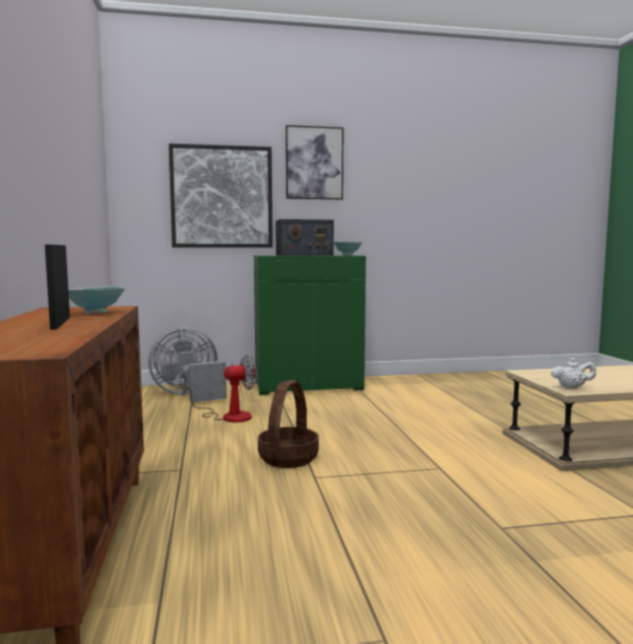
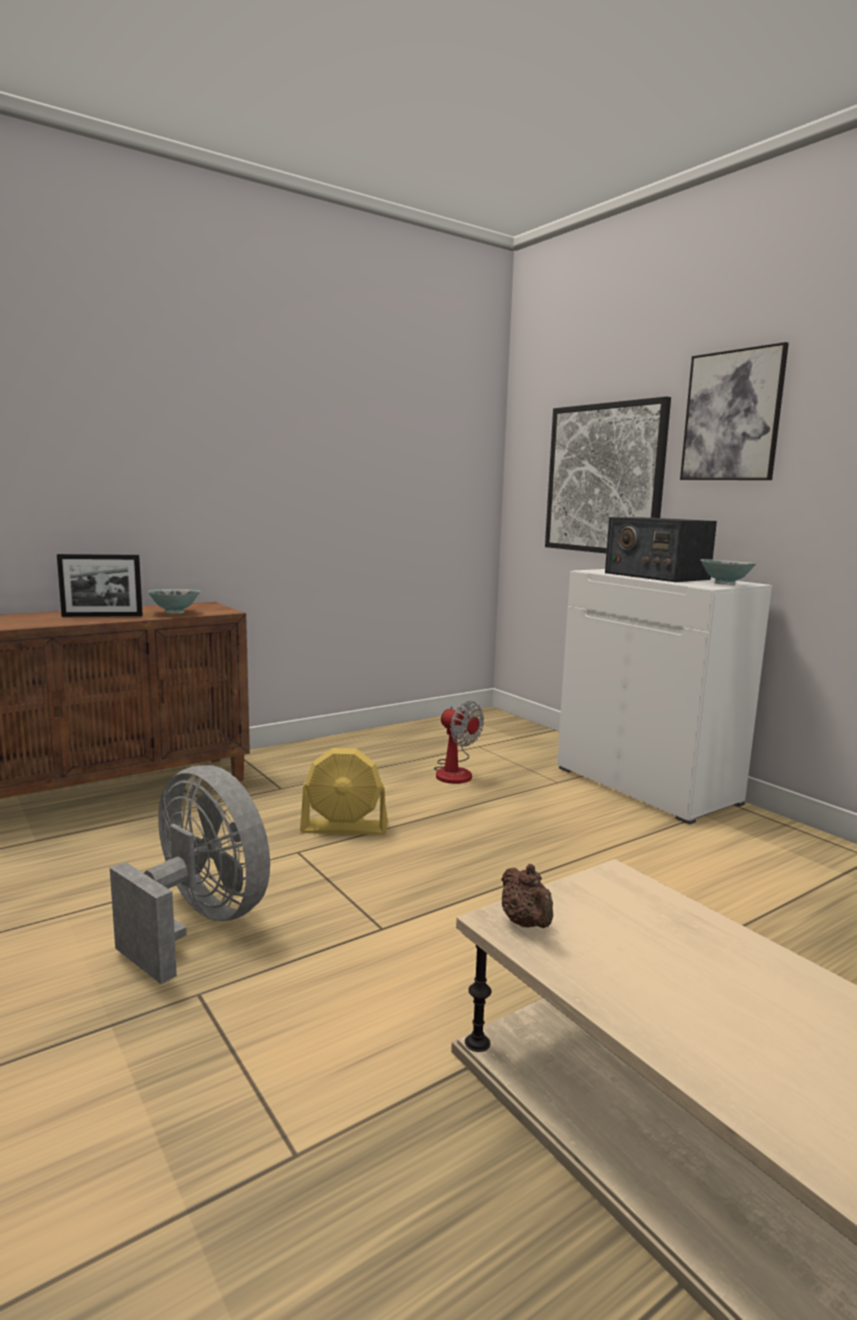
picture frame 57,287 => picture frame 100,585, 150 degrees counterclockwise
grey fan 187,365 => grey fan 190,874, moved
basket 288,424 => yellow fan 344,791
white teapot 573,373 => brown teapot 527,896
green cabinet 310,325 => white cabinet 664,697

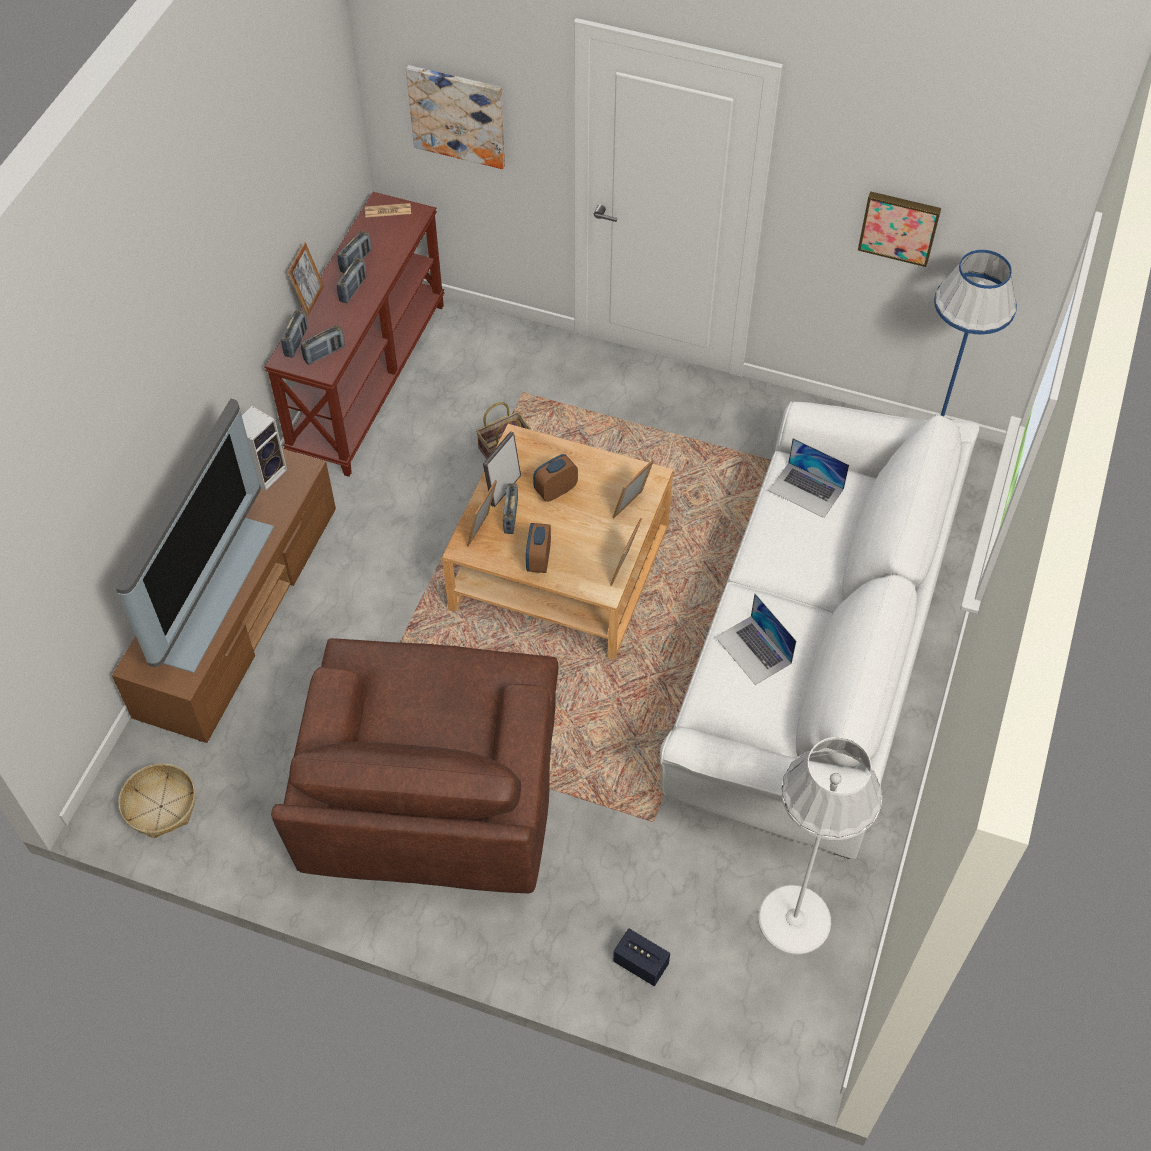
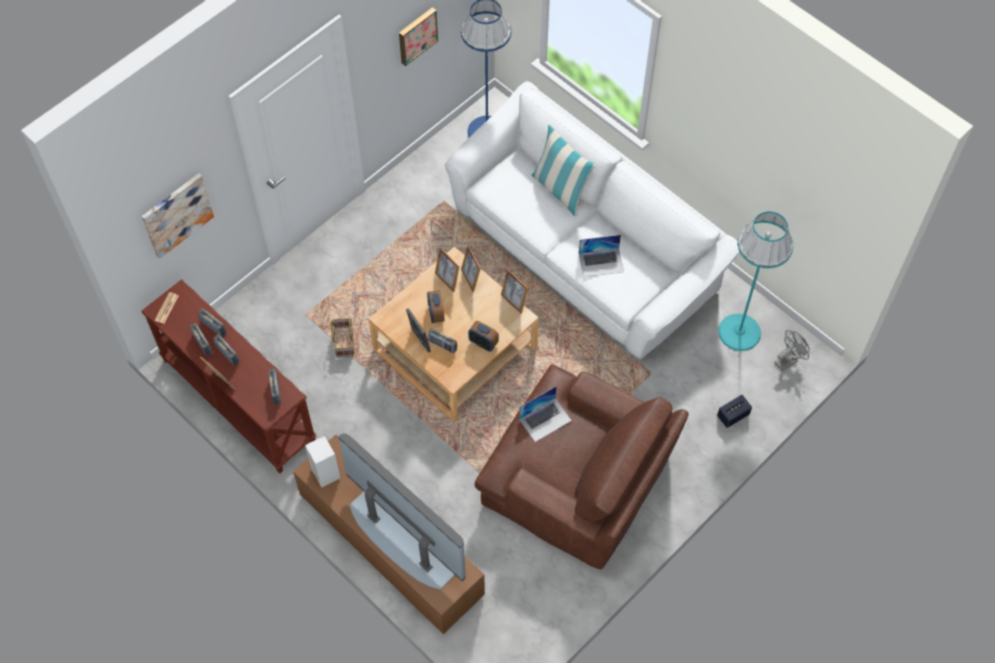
radio 294,334 => radio 212,322, moved
picture frame 482,513 => picture frame 447,269, moved
laptop 808,478 => laptop 545,414, moved
nothing => pillow 564,171
white floor lamp 820,845 => turquoise floor lamp 755,281
nothing => grey fan 792,350
basket 156,801 => nothing

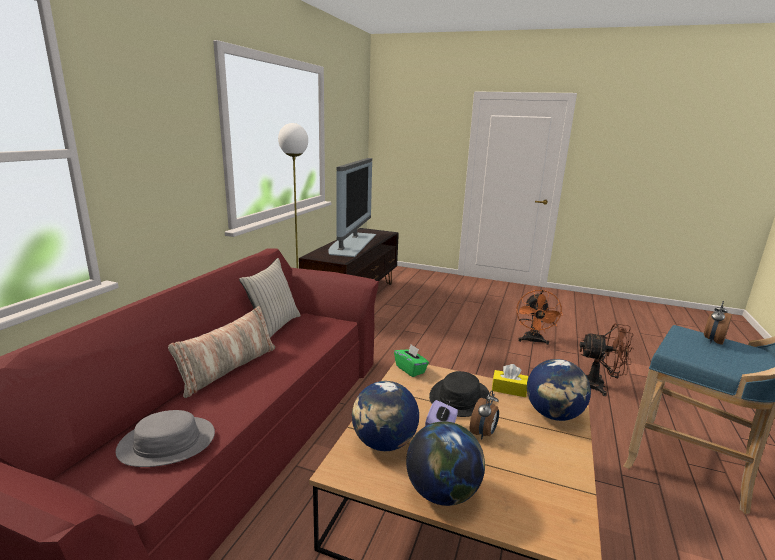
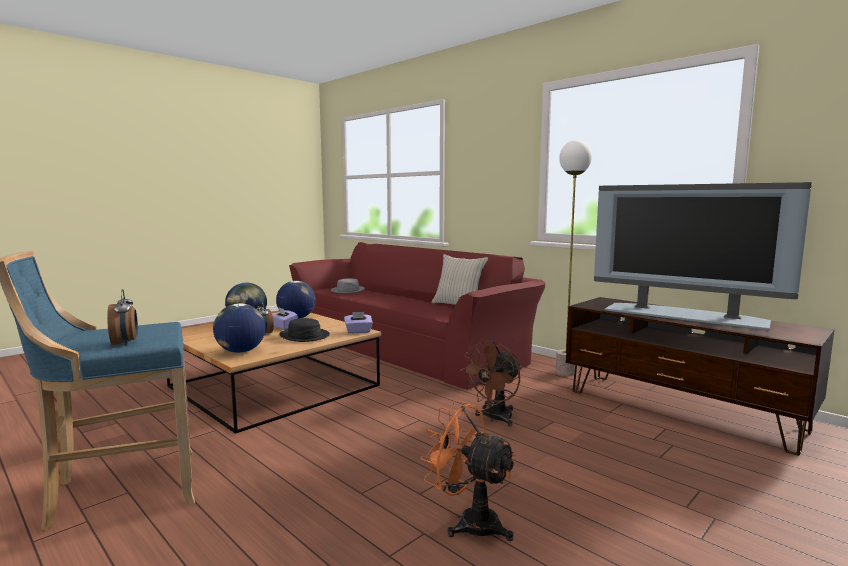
green tissue box 411,360 => purple tissue box 358,323
brown fan 606,359 => brown fan 491,384, moved
pillow 221,352 => nothing
yellow tissue box 510,380 => nothing

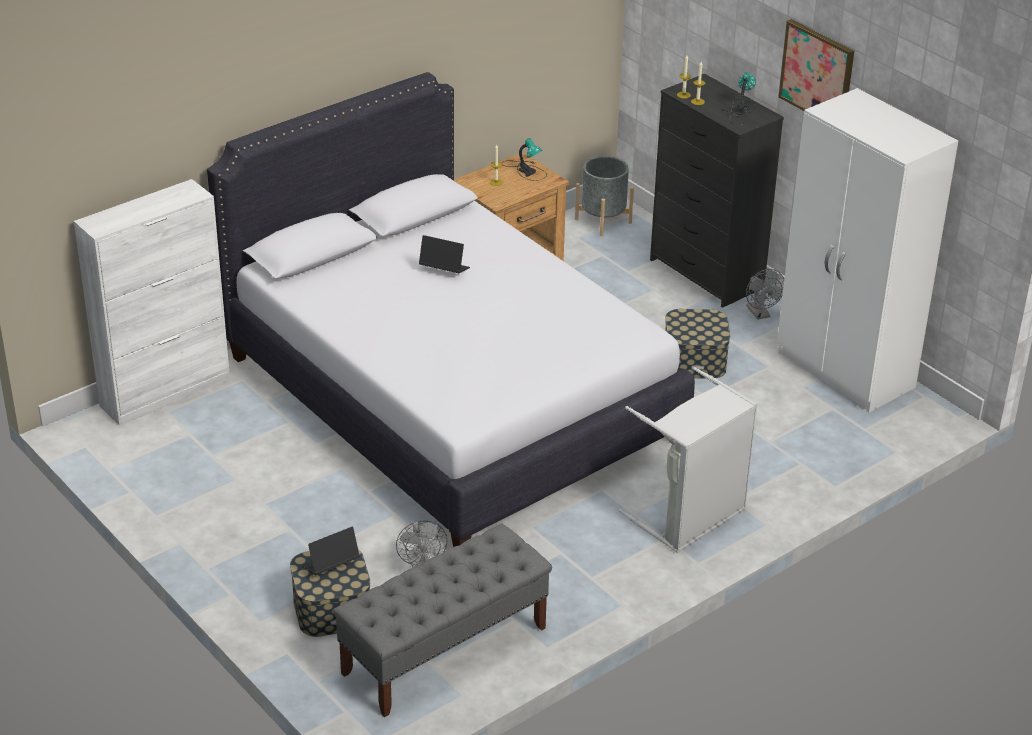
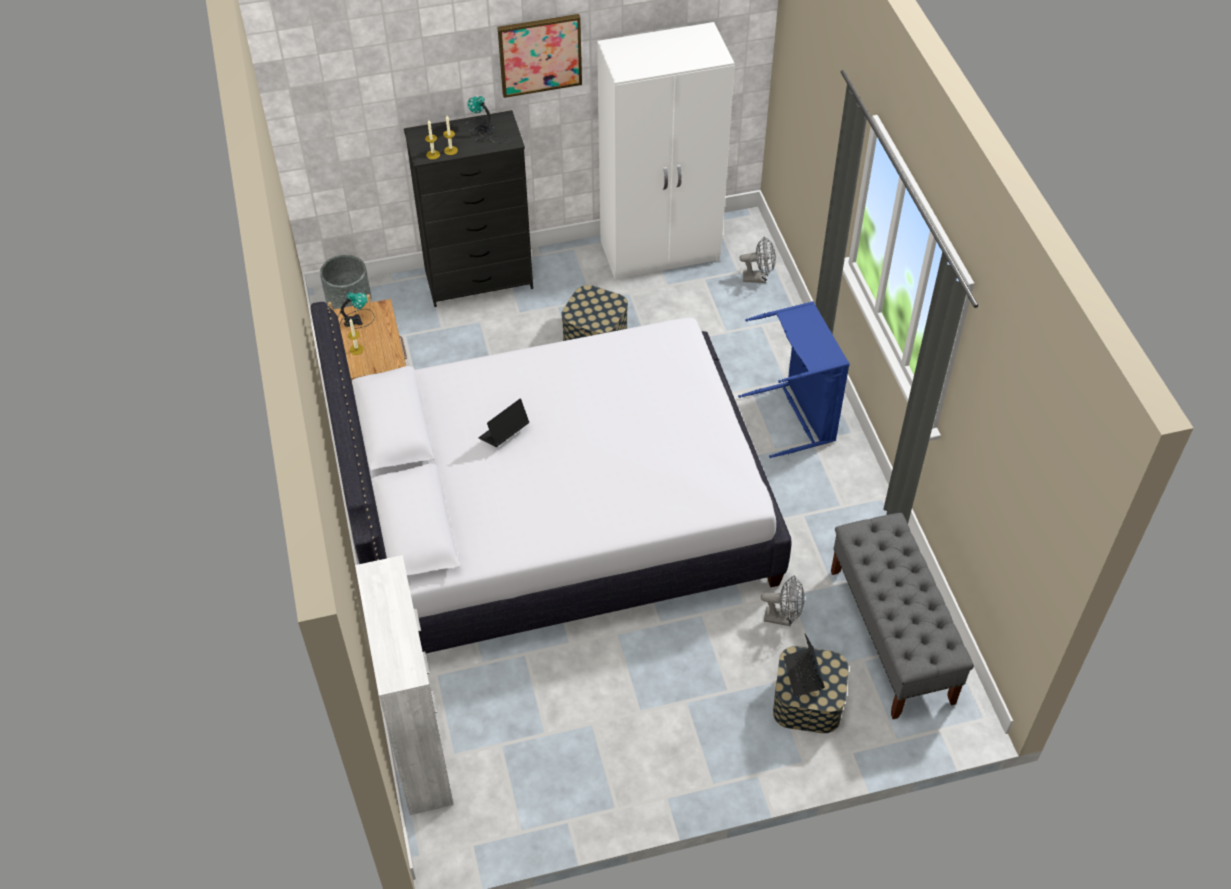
grey laundry basket 688,460 => blue laundry basket 794,379
grey fan 765,294 => grey fan 757,259, moved

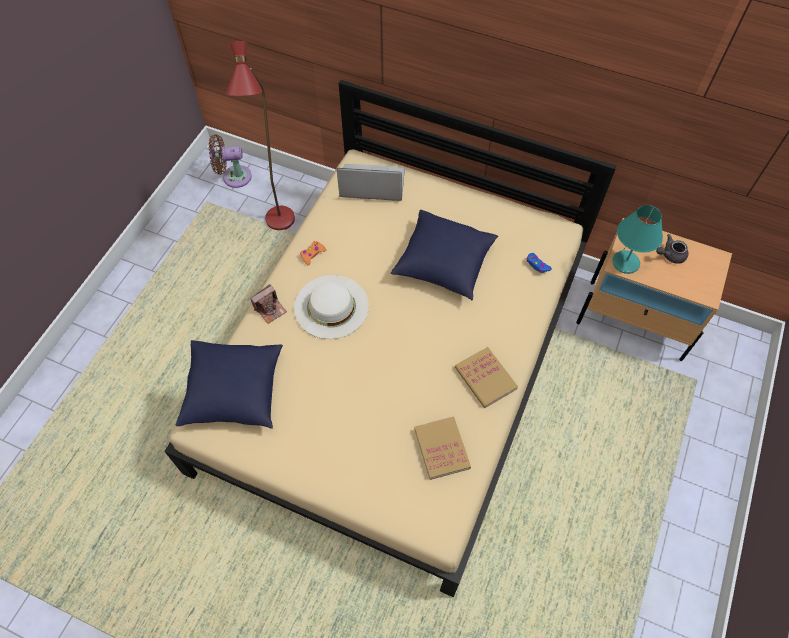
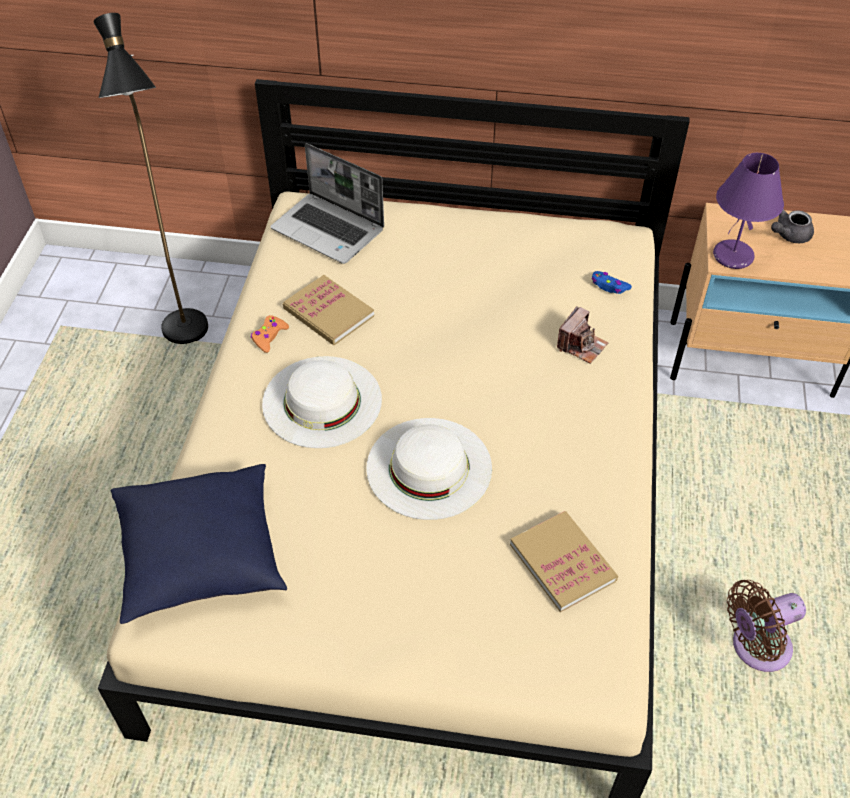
red floor lamp 260,135 => black floor lamp 151,178
laptop 371,182 => laptop 327,203, 135 degrees counterclockwise
book 486,377 => book 328,310, moved
nothing => white hat 429,469
photo camera 268,304 => photo camera 582,335, moved
turquoise table lamp 637,239 => purple table lamp 748,211
brown fan 230,161 => brown fan 766,626, moved
blue pillow 444,255 => nothing

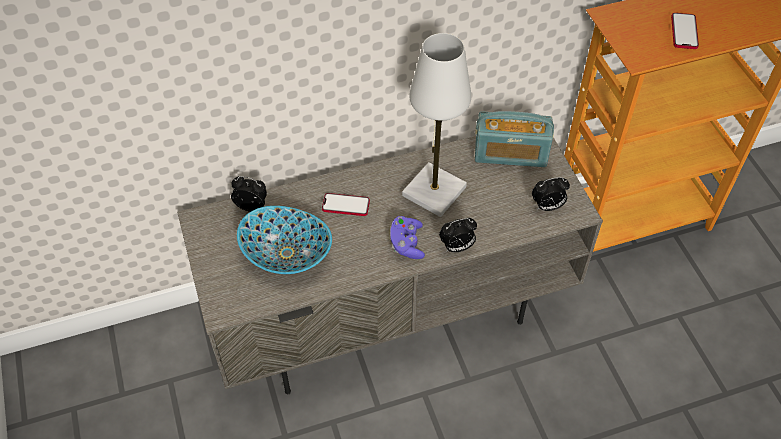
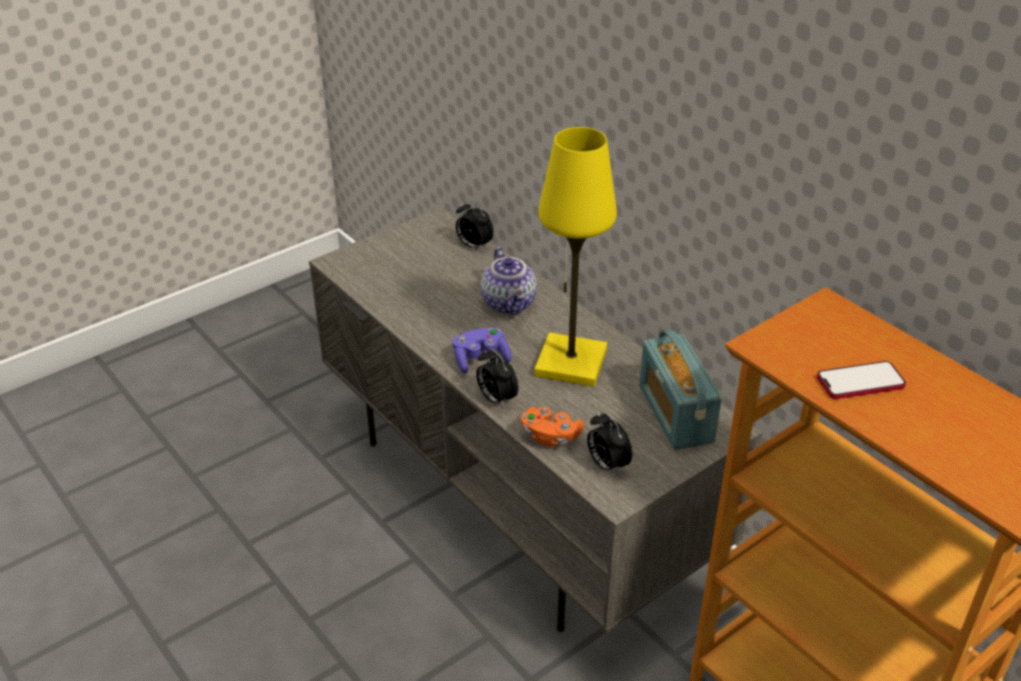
alarm clock 249,194 => alarm clock 474,225, 135 degrees clockwise
phone 346,204 => teapot 509,281
nothing => orange game controller 552,427
white table lamp 436,125 => yellow table lamp 575,257
bowl 284,240 => nothing

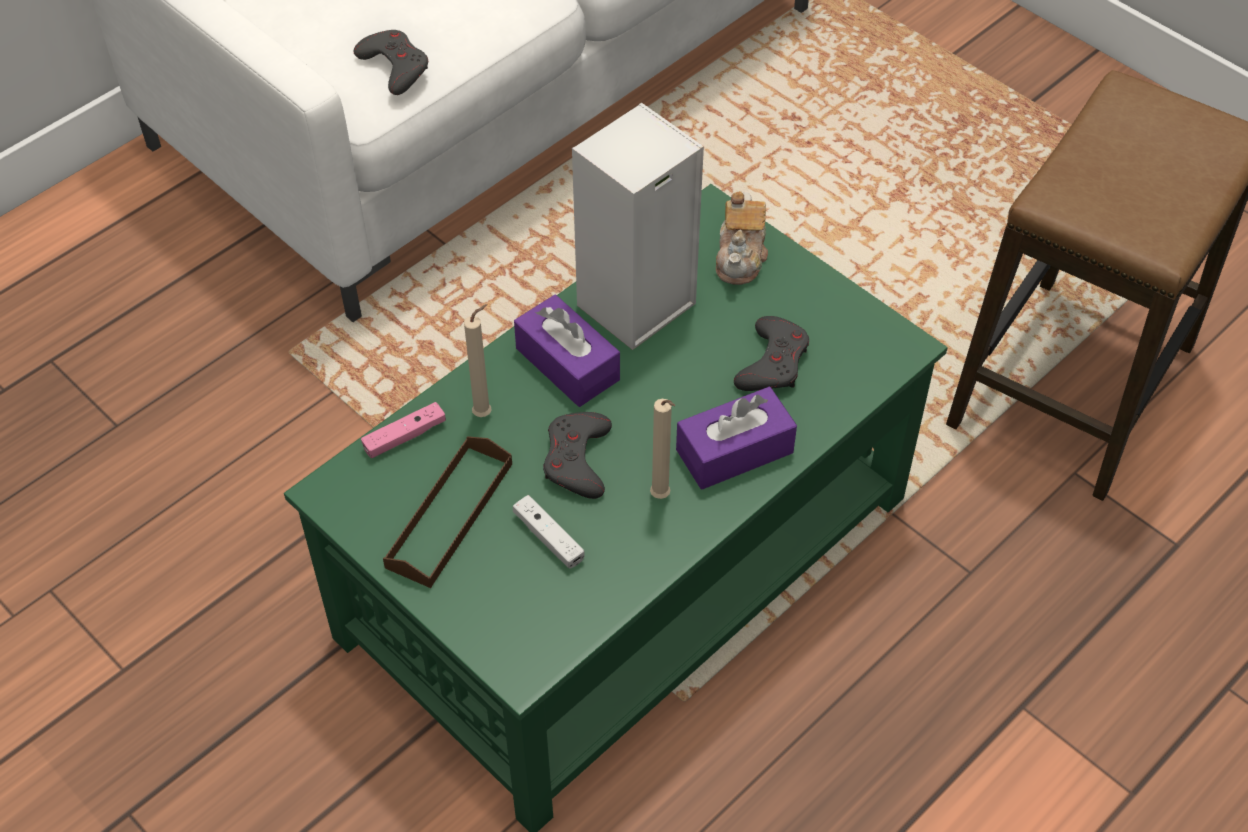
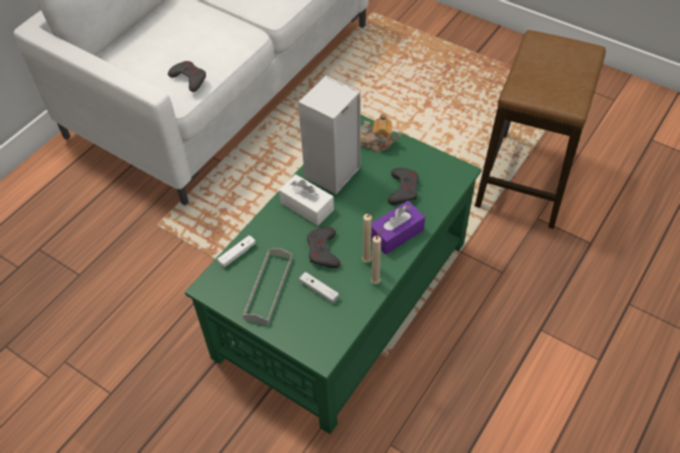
pink game controller 403,430 => white game controller 236,251
brown tray 447,512 => grey tray 268,286
purple tissue box 567,351 => white tissue box 306,200
teapot 742,238 => teapot 380,132, 105 degrees clockwise
beige candle 477,360 => beige candle 377,256, moved

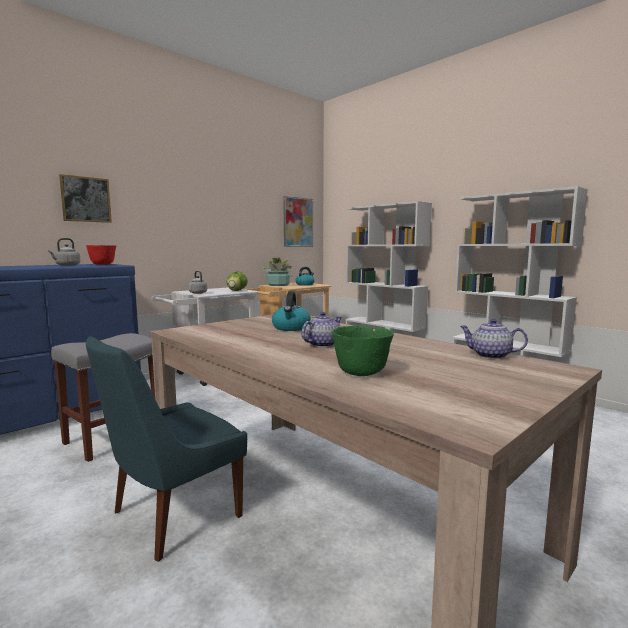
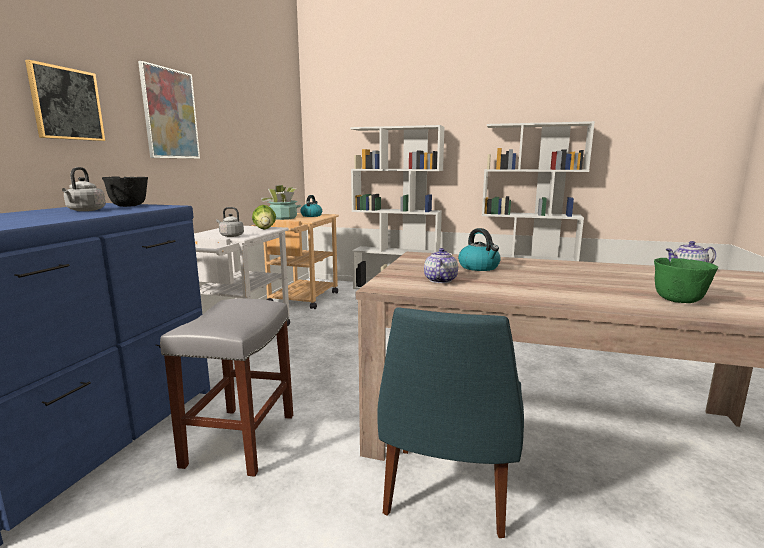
red bowl 101,255 => black bowl 125,192
picture 298,221 => picture 169,110, moved
teapot 322,329 => teapot 441,265, moved

